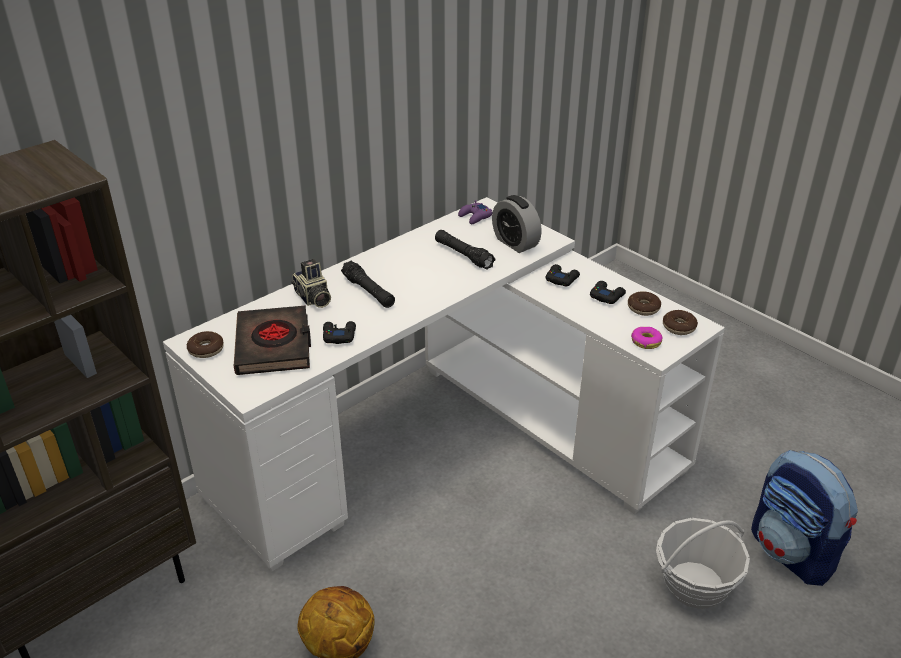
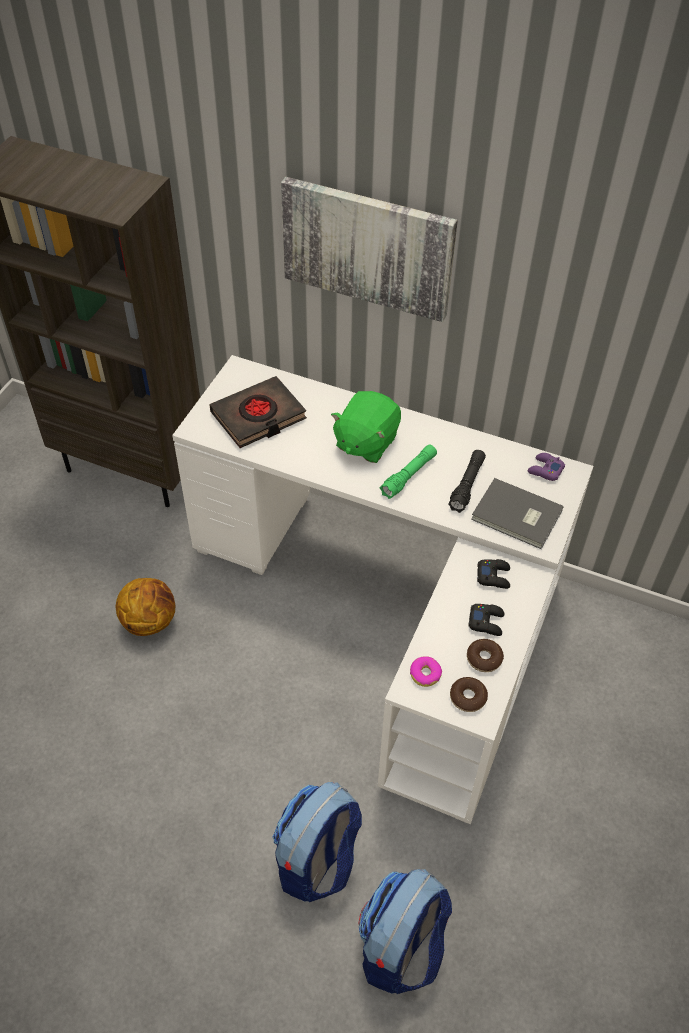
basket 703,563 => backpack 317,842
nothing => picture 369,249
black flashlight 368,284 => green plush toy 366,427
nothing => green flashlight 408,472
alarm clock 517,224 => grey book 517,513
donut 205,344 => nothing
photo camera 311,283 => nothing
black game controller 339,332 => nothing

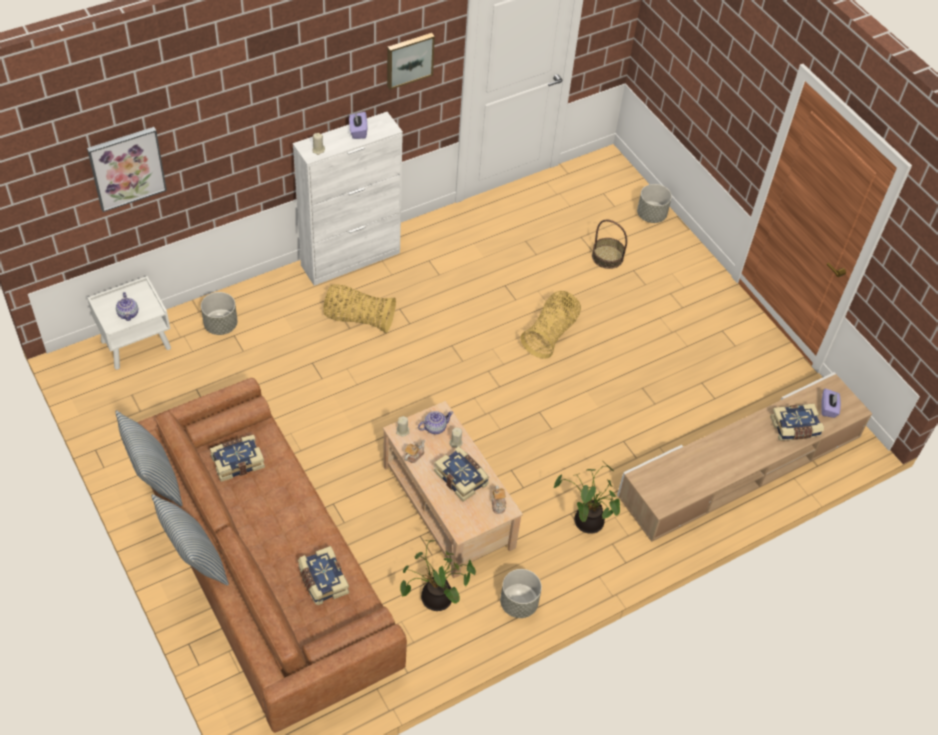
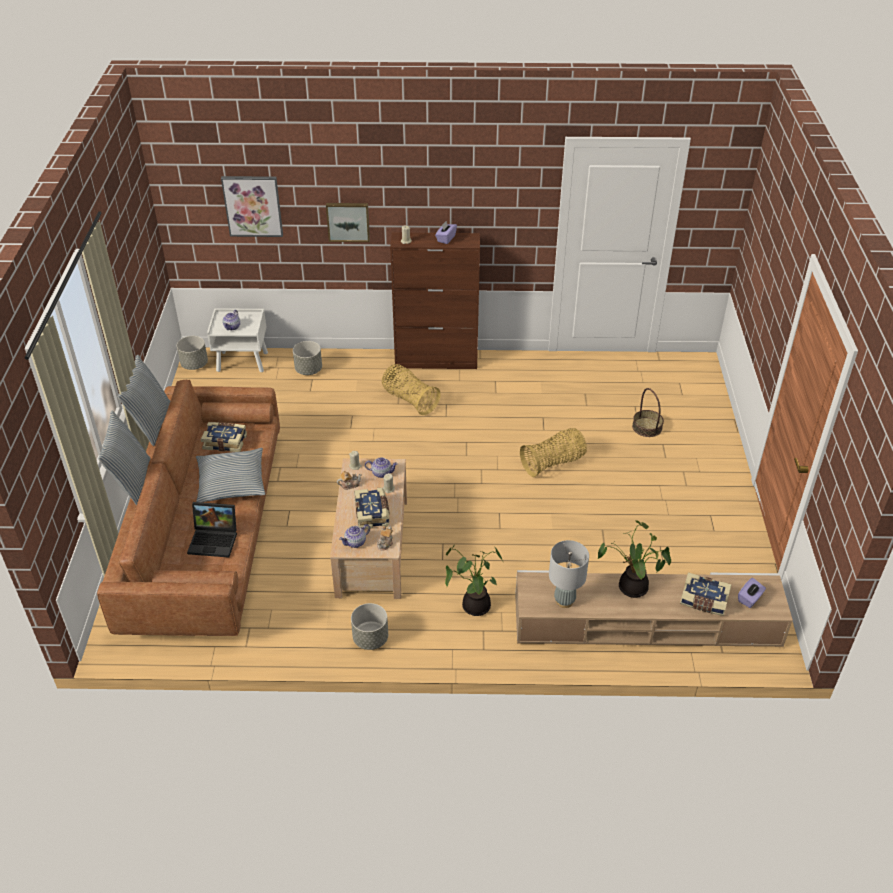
grey planter 654,203 => grey planter 192,353, moved
book 323,575 => laptop 212,530
nothing => pillow 230,475
picture 411,61 => picture 348,222, moved
nothing => teapot 354,536
white cabinet 348,199 => brown cabinet 435,301
nothing => grey table lamp 569,574
potted plant 438,575 => potted plant 634,559, moved

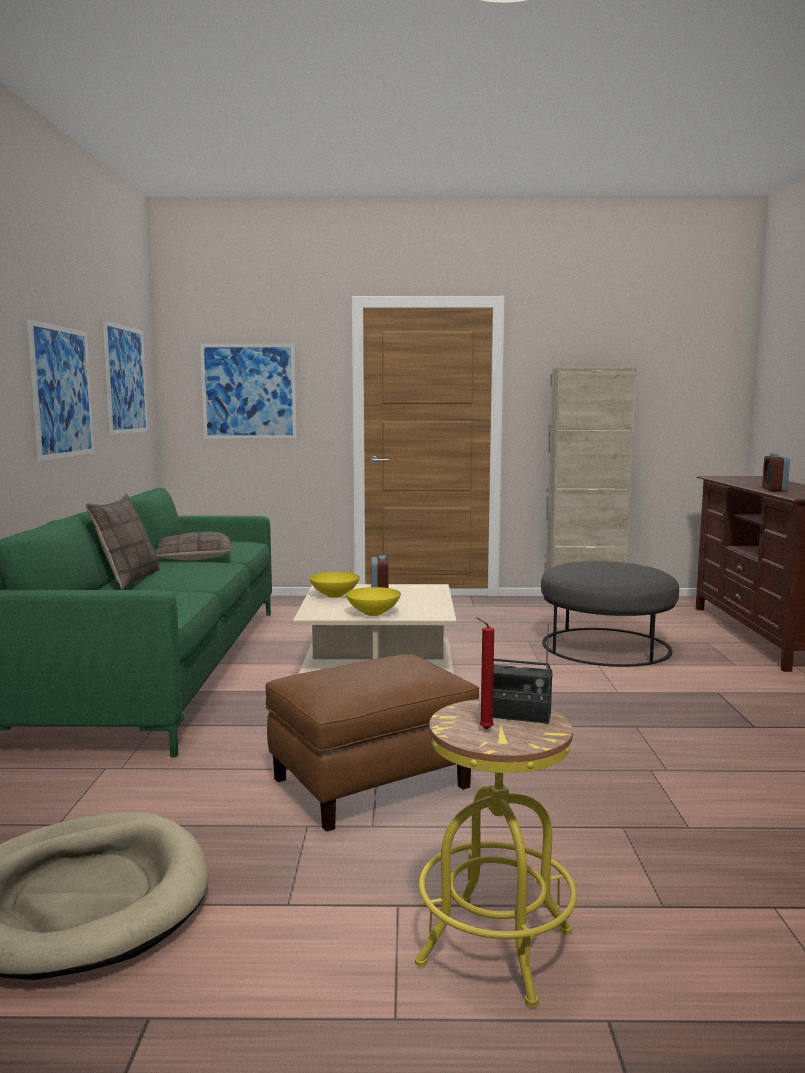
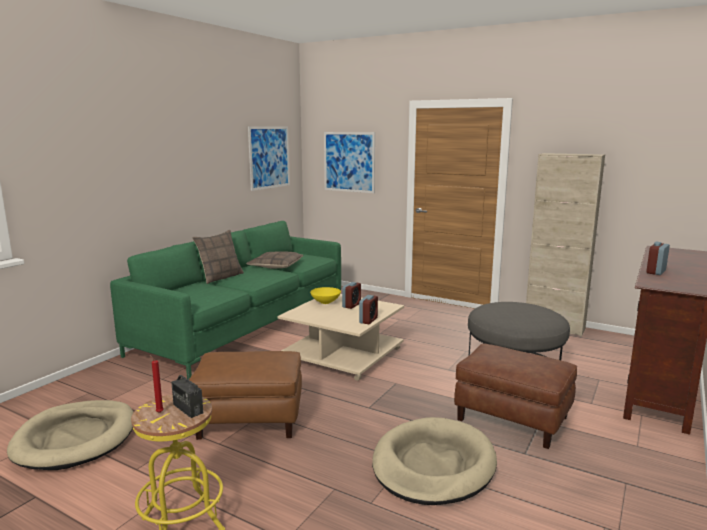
nothing => alarm clock 368,309
nothing => beige dog bed 434,461
nothing => brown ottoman 515,396
picture 60,390 => nothing
yellow bowl 373,601 => nothing

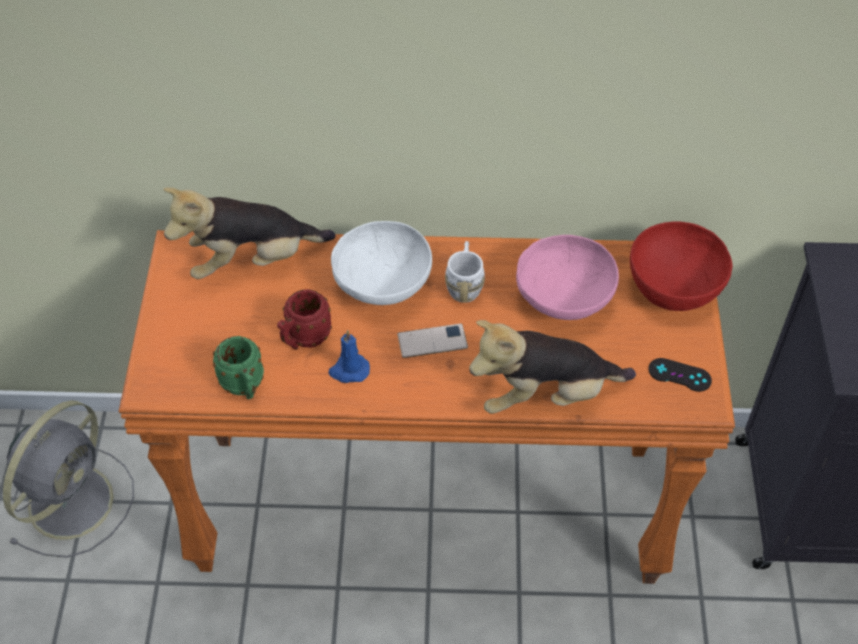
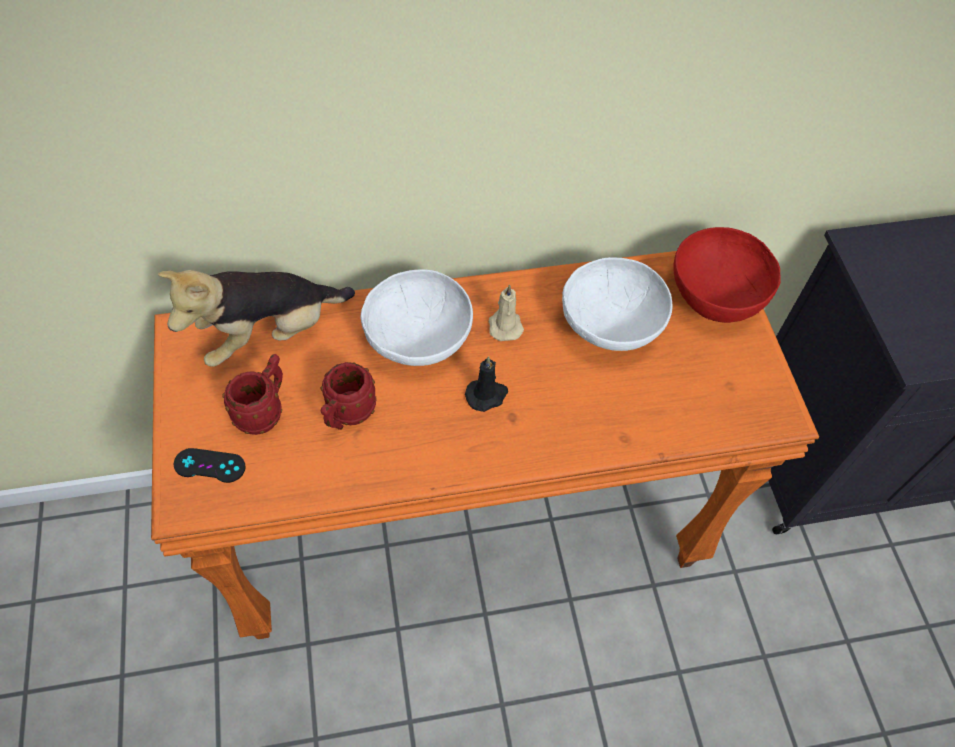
black game controller 680,375 => black game controller 210,465, moved
nothing => red mug 253,394
phone 432,341 => black candle 486,384
white mug 465,272 => beige candle 506,312
pink bowl 567,277 => white bowl 617,304
grey fan 68,479 => nothing
green mug 238,367 => nothing
blue candle 349,356 => nothing
plush toy 552,367 => nothing

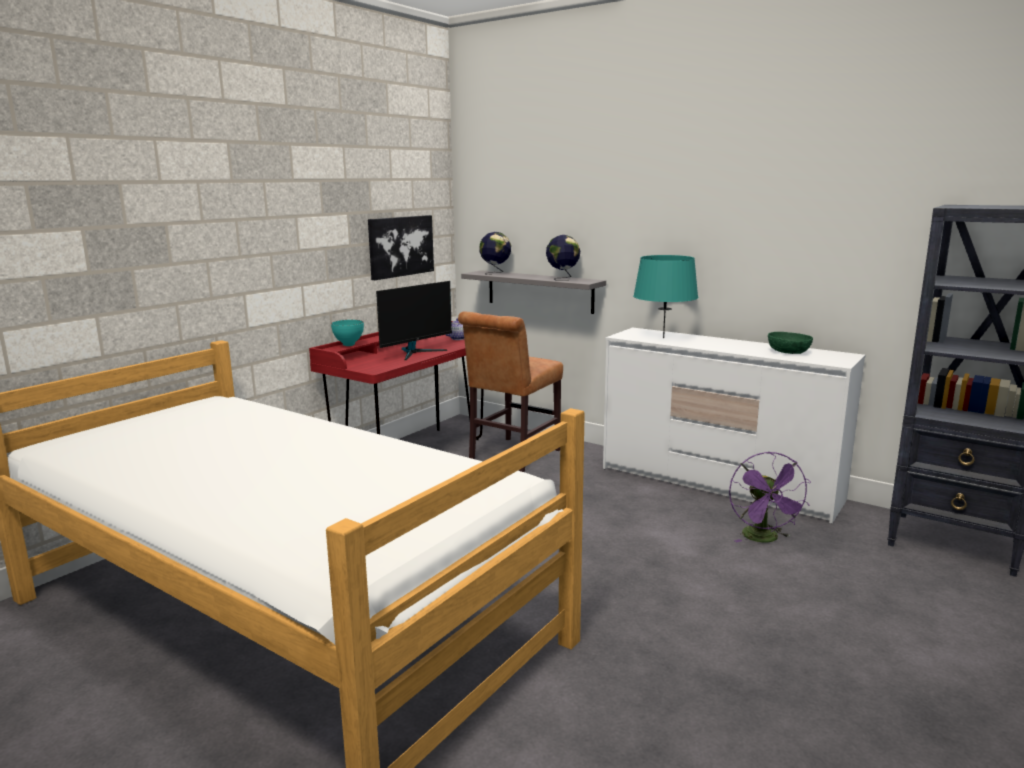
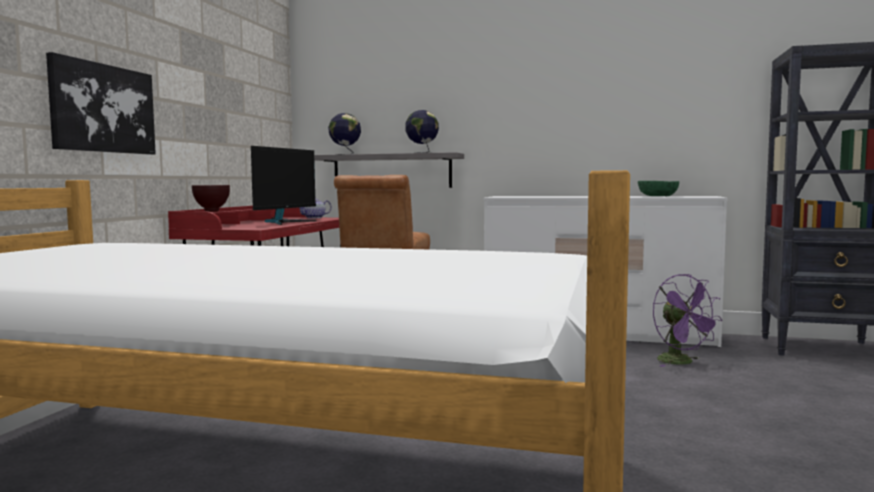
picture 401,247 => picture 101,103, moved
turquoise bowl 347,333 => brown bowl 211,198
turquoise table lamp 665,296 => nothing

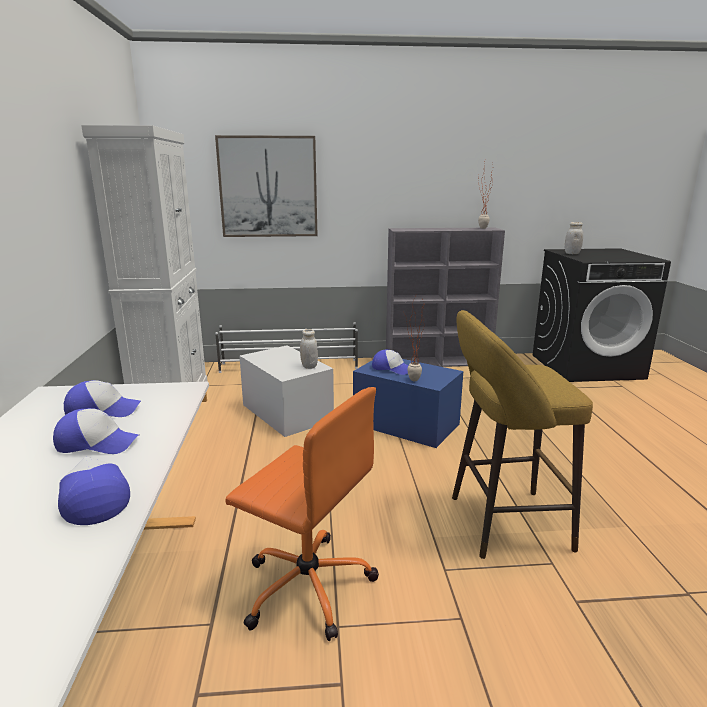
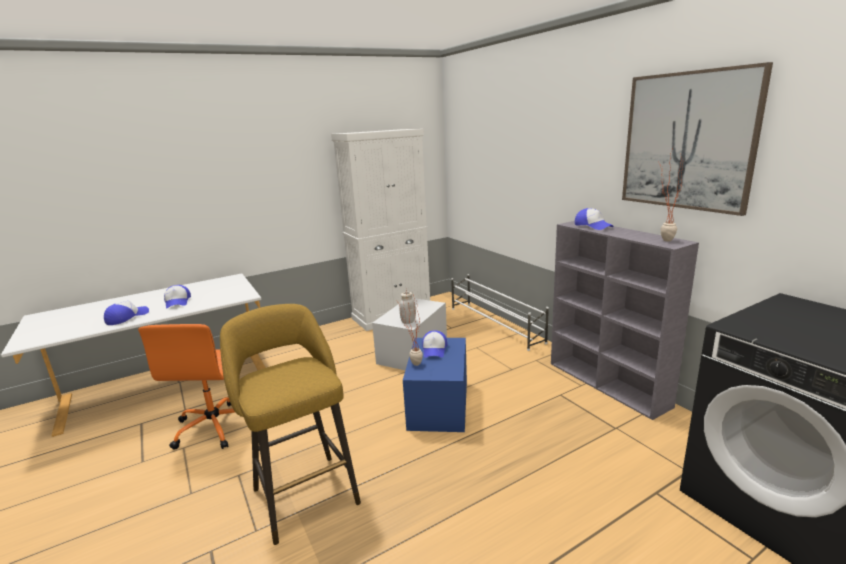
cap 102,398 => cap 594,219, moved
picture 266,186 => picture 697,139, moved
white jar 574,238 => nothing

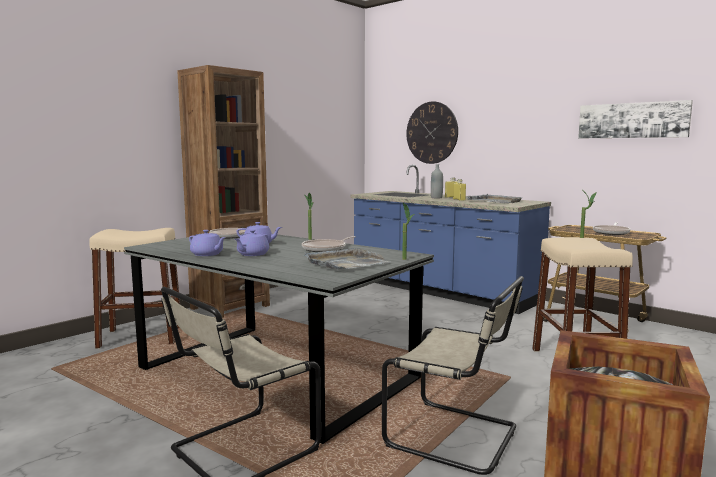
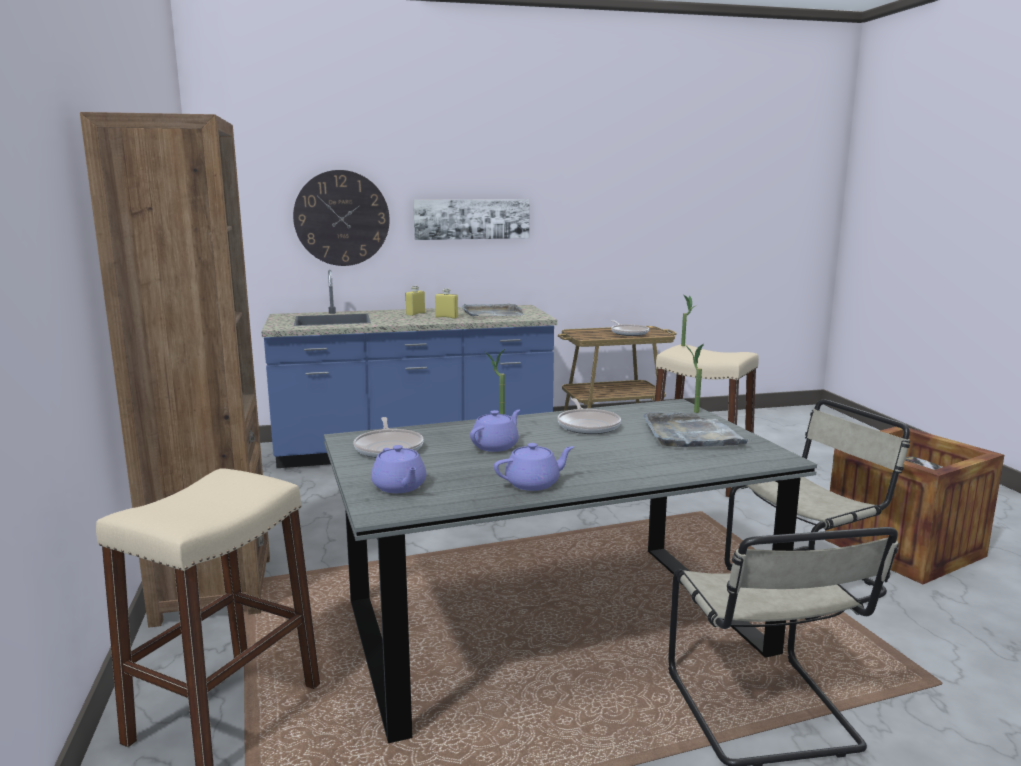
purple teapot 252,243 => purple teapot 398,469, moved
picture 635,119 => picture 471,219, moved
grey bottle 437,181 => nothing

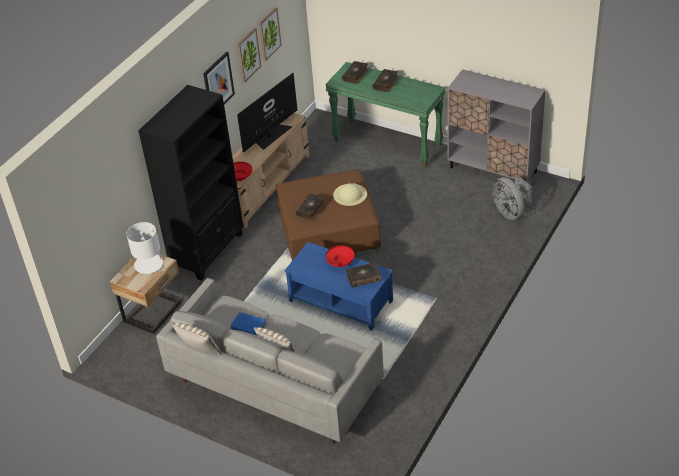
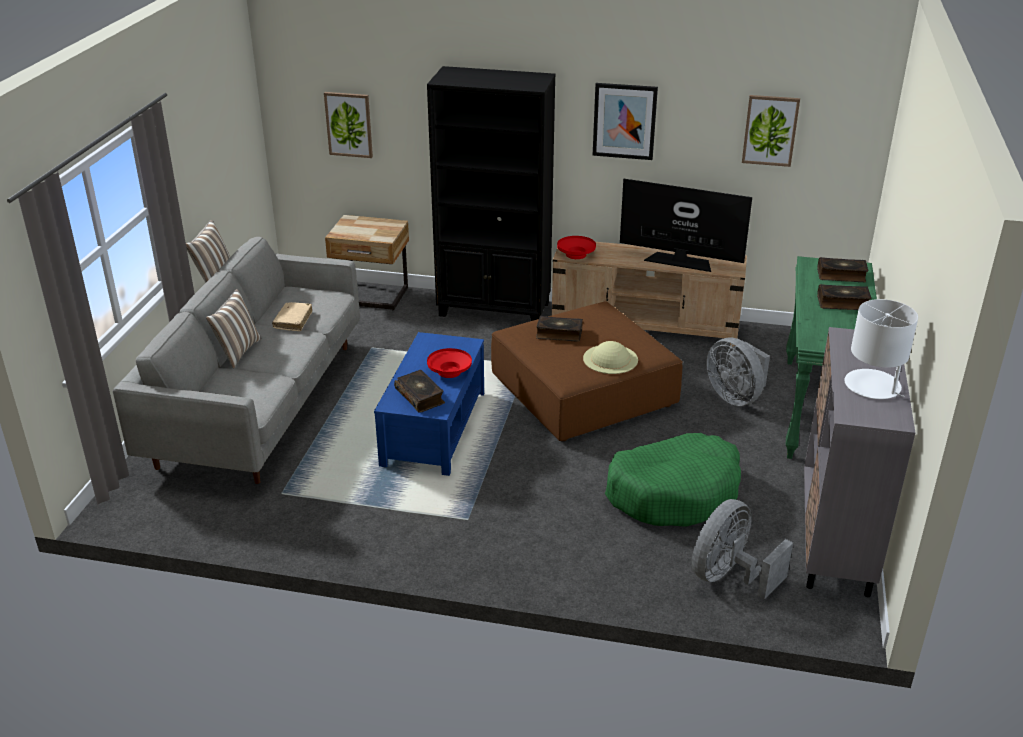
blue book 249,323 => beige book 292,316
picture 249,55 => picture 348,125, moved
nothing => green dog bed 673,480
nothing => grey fan 738,372
white table lamp 145,248 => white table lamp 881,349, moved

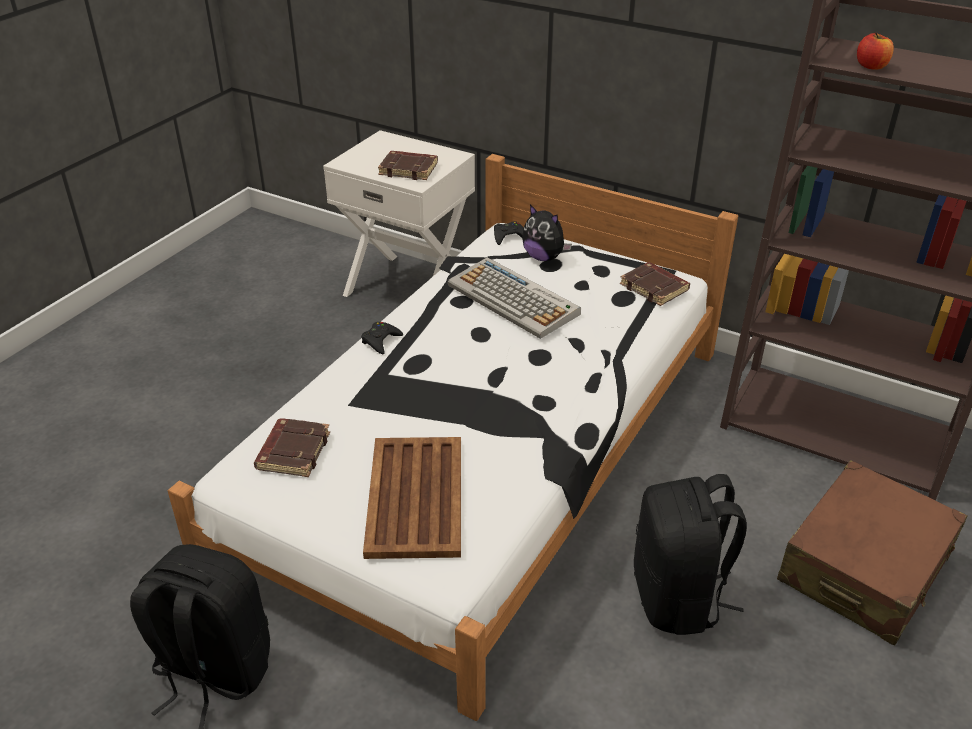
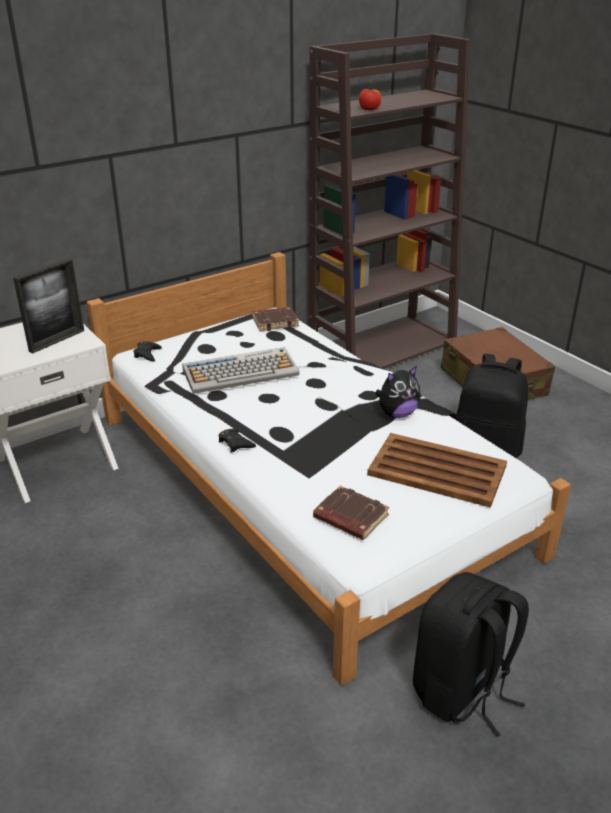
brown book 408,165 => picture frame 48,305
plush toy 547,233 => plush toy 398,392, moved

